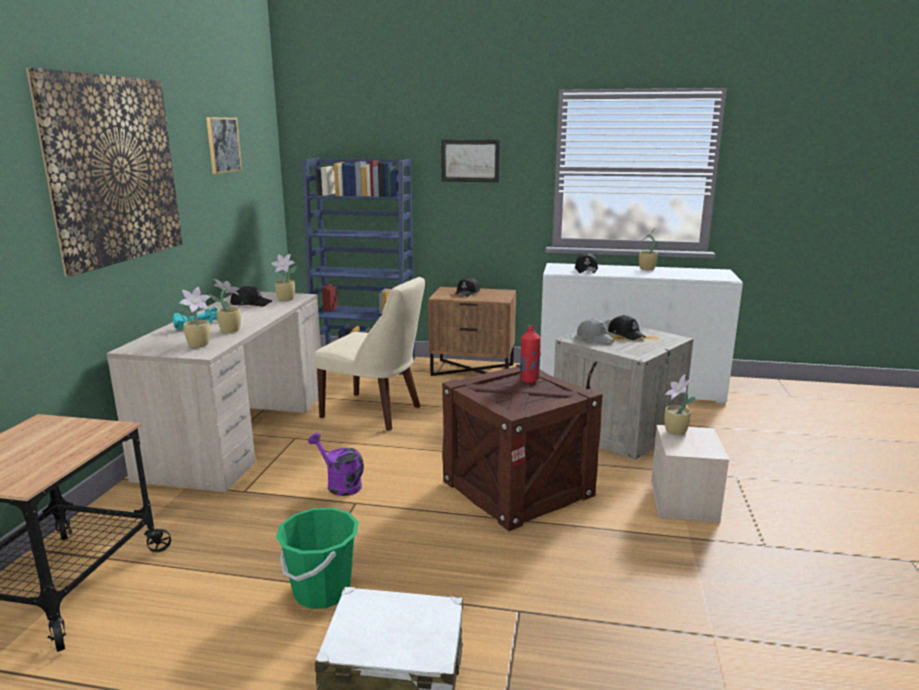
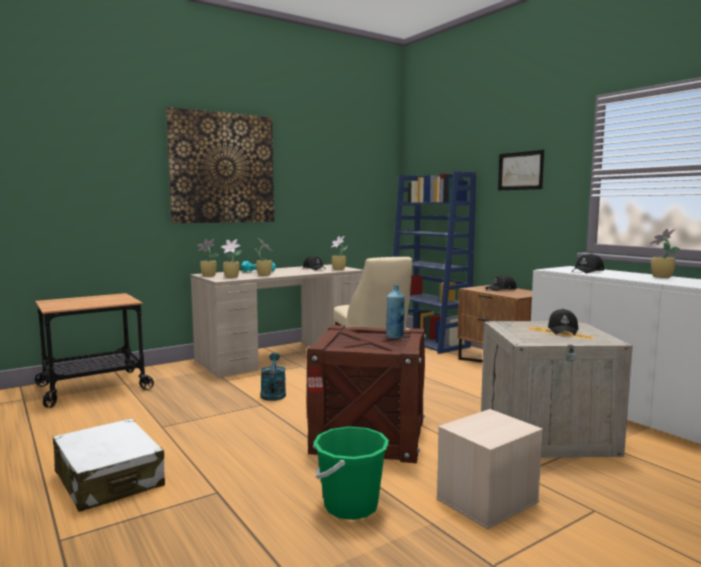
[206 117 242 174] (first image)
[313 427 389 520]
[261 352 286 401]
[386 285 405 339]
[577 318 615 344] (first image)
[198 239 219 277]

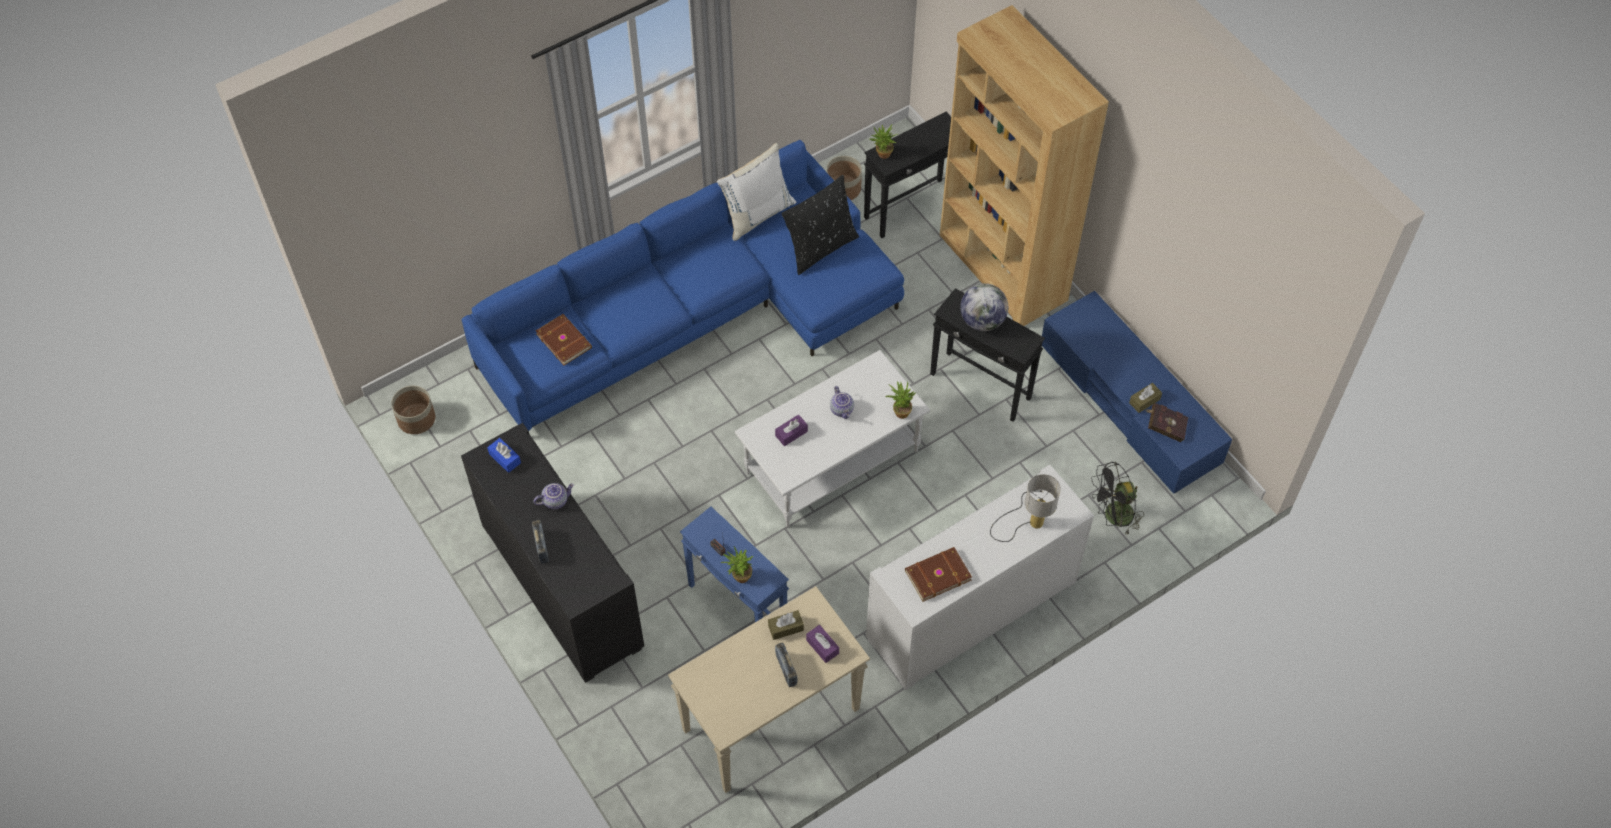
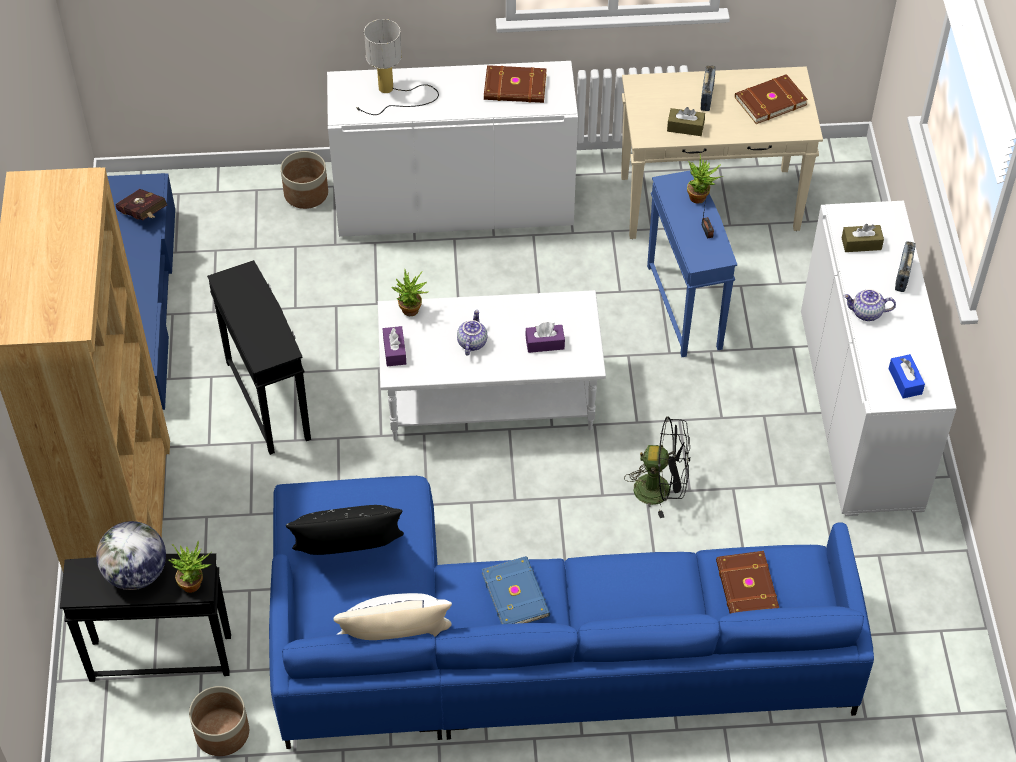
[281 151 328 209]
[801 201 957 516]
[383 326 406 367]
[96 521 166 590]
[624 416 690 518]
[842 224 884 252]
[482 556 550 624]
[735 74 808 124]

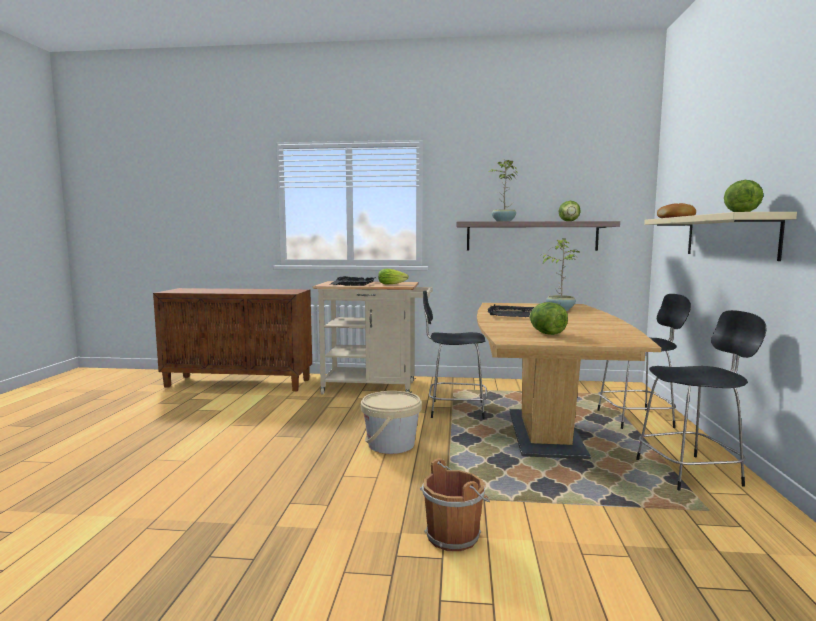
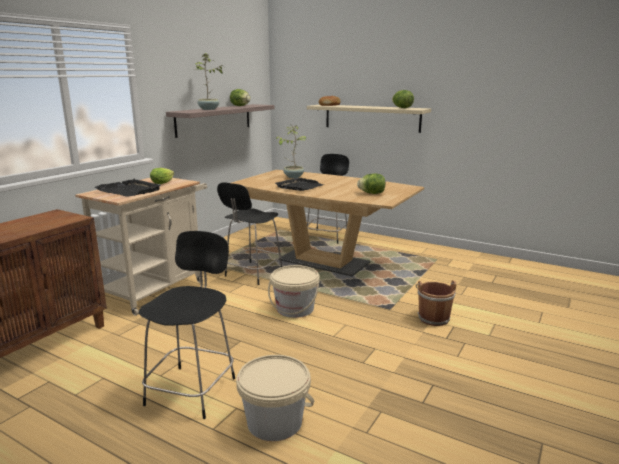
[139 231 235 419]
[236 355 314 441]

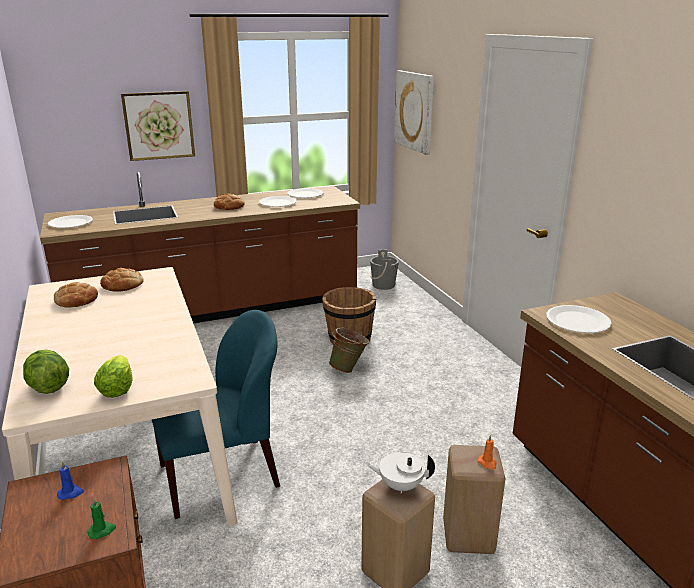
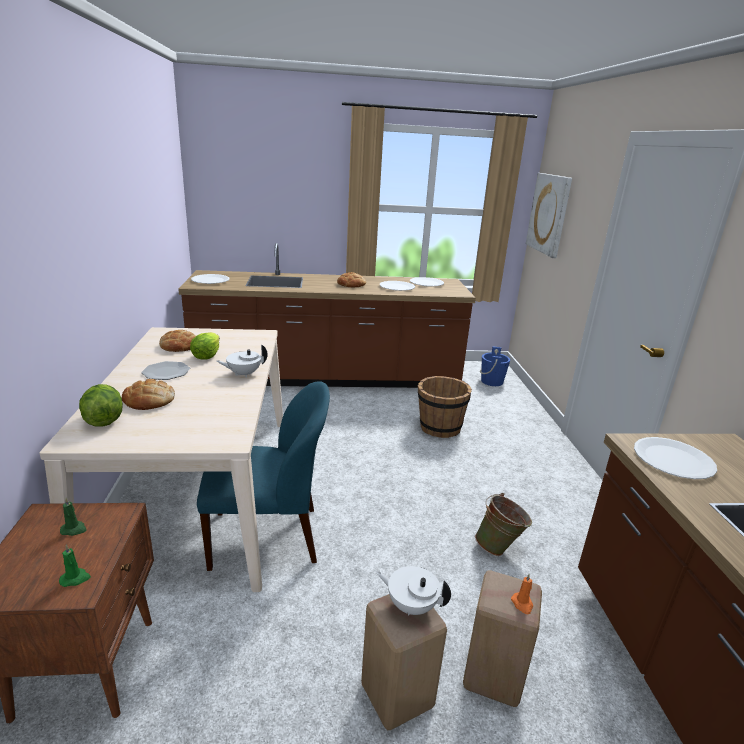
[60 498 87 536]
[190 332 220 360]
[122 379 175 410]
[121 91 195 161] (first image)
[475 493 532 556]
[480 347 510 386]
[141 361 190 380]
[217 344 268 378]

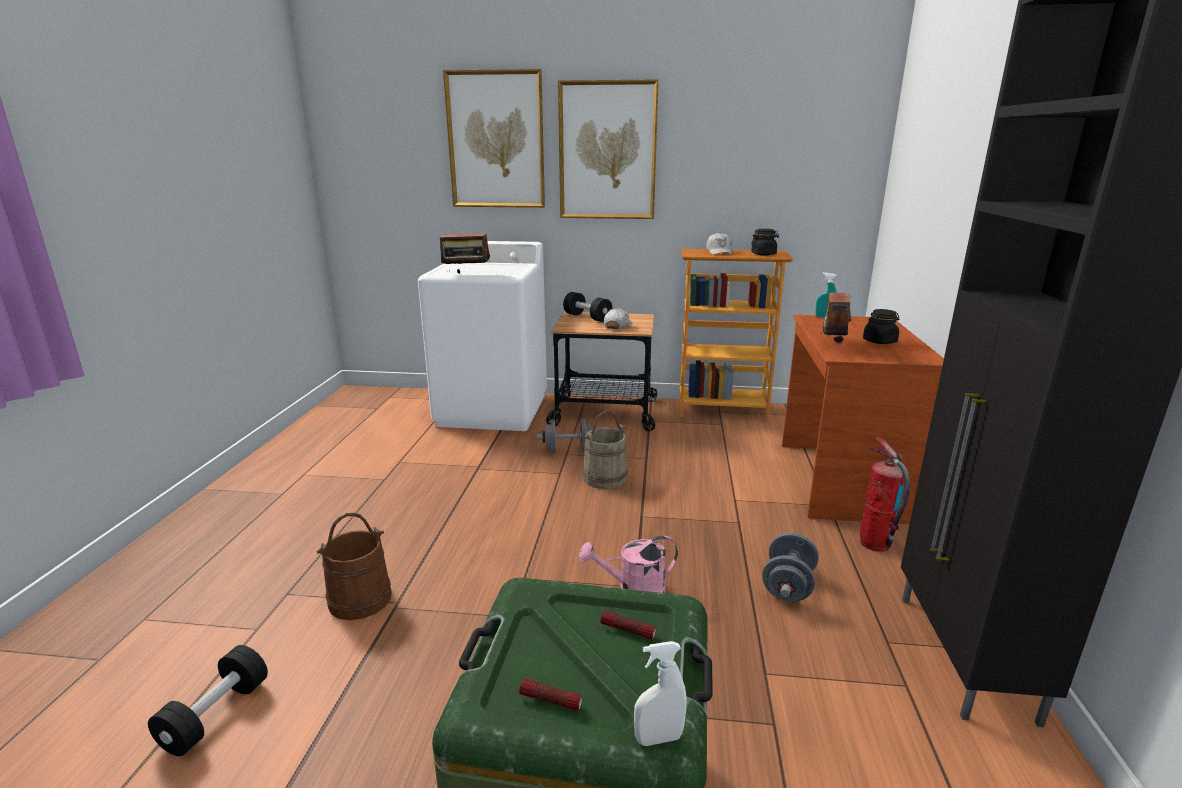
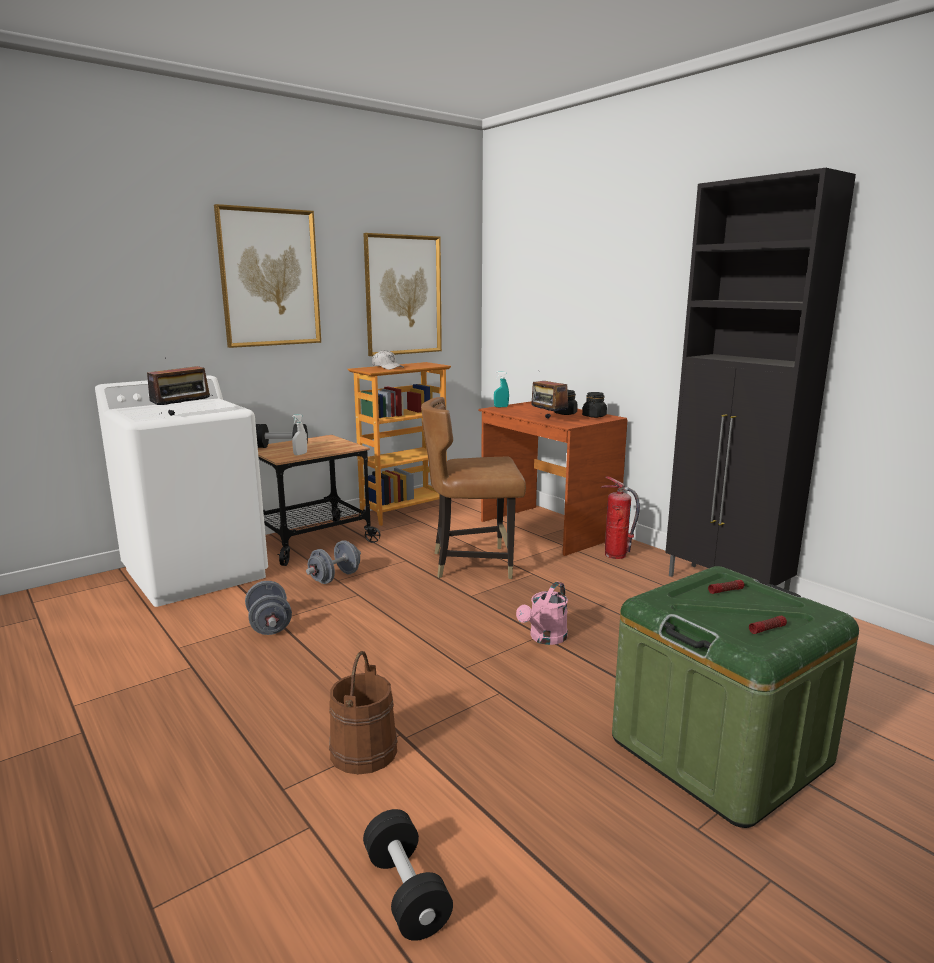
[363 233 442 356]
[583 411 628 489] (first image)
[604 308 632 329] (first image)
[292 414 307 455]
[582 392 607 418]
[245 581 292 635]
[421 397 526 579]

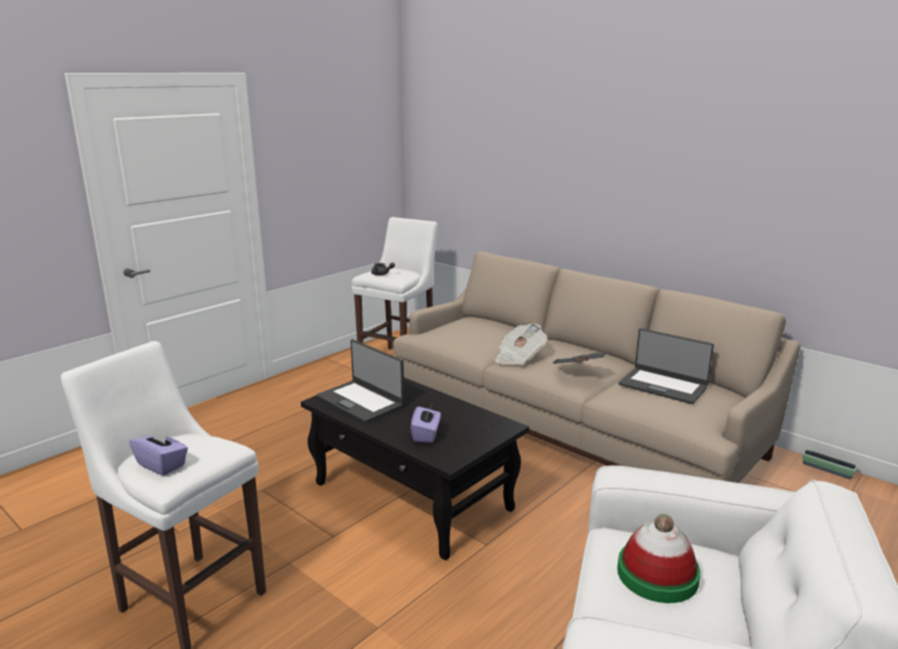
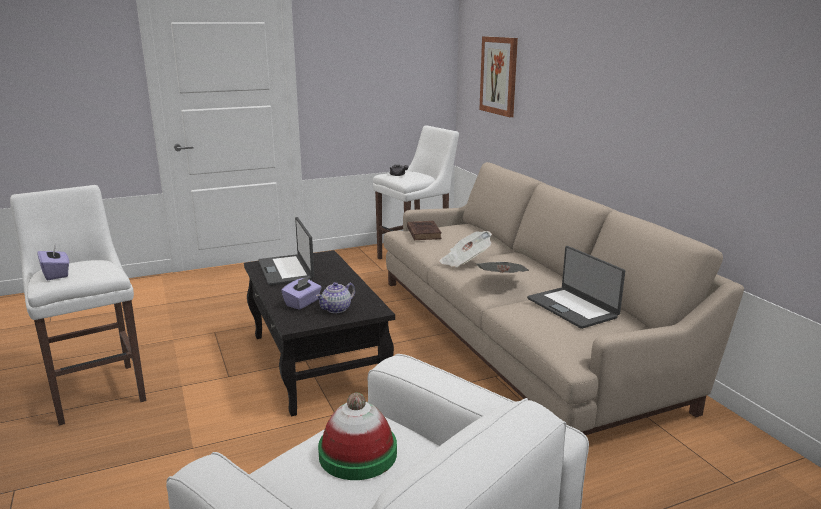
[802 449 858 479] (first image)
[316 282 355 313]
[407 221 442 240]
[479 36 518 117]

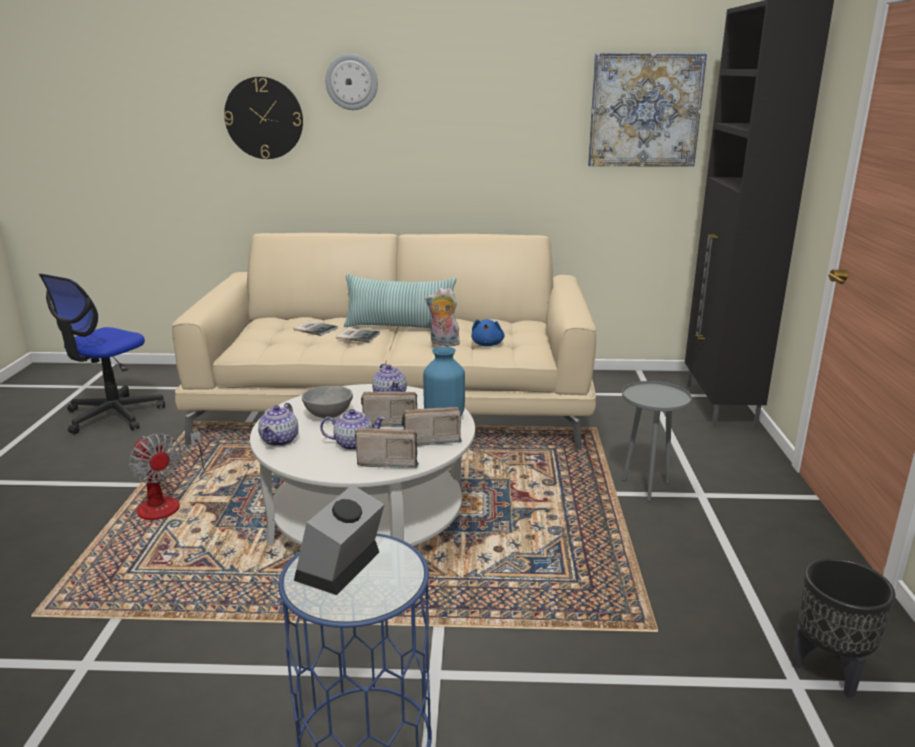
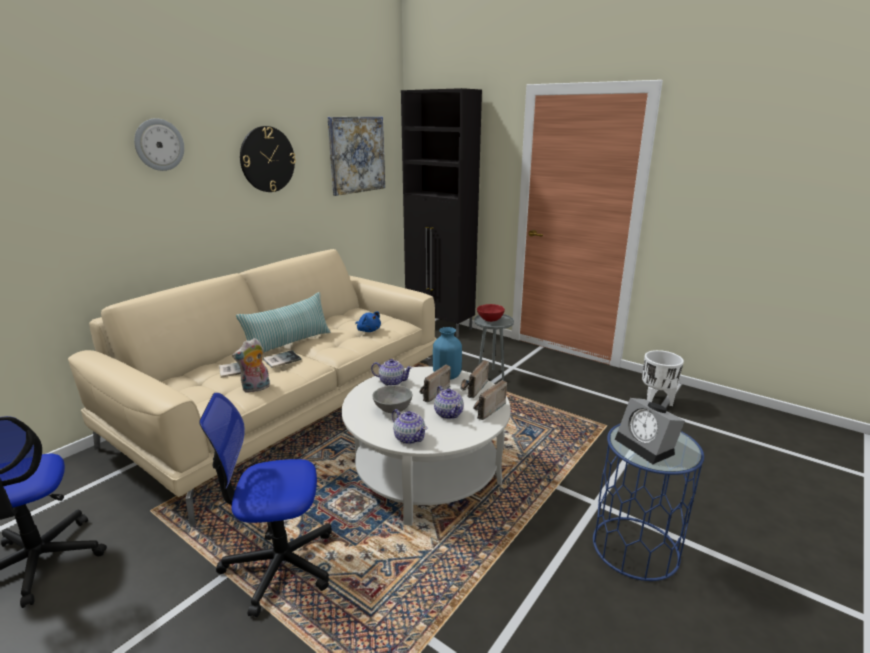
[199 393 332 617]
[240 126 296 192]
[434 386 463 419]
[232 338 270 393]
[642 350 684 406]
[477 304 505 322]

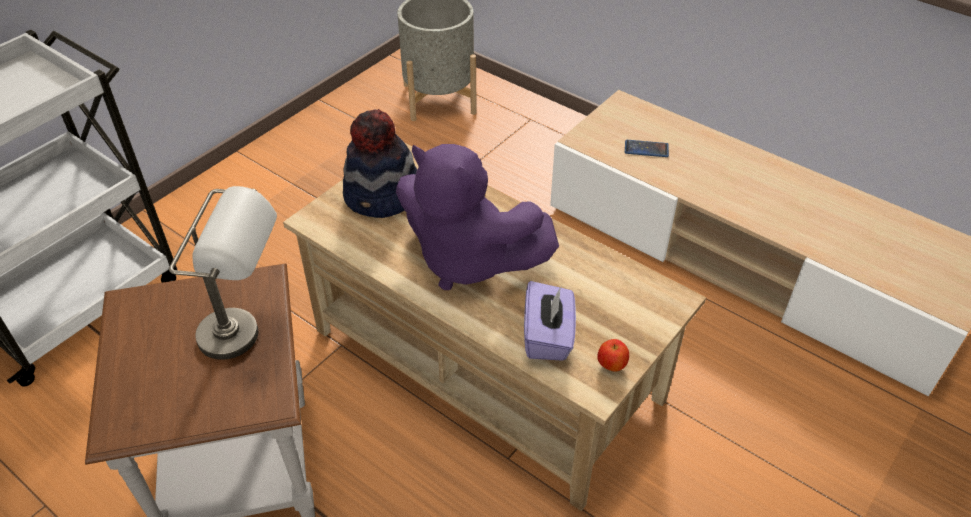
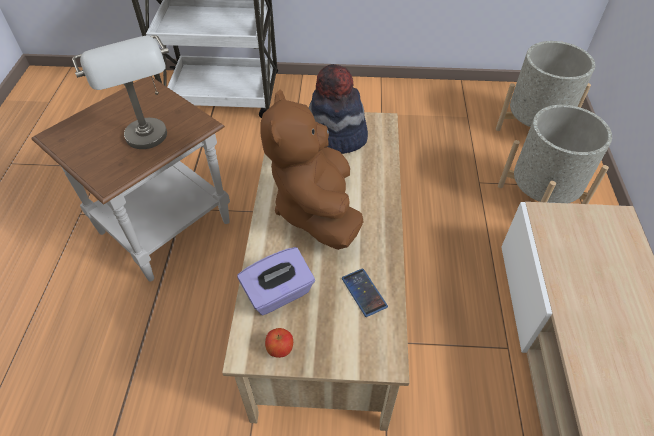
[261 90 364 250]
[342 269 388 317]
[498 105 612 204]

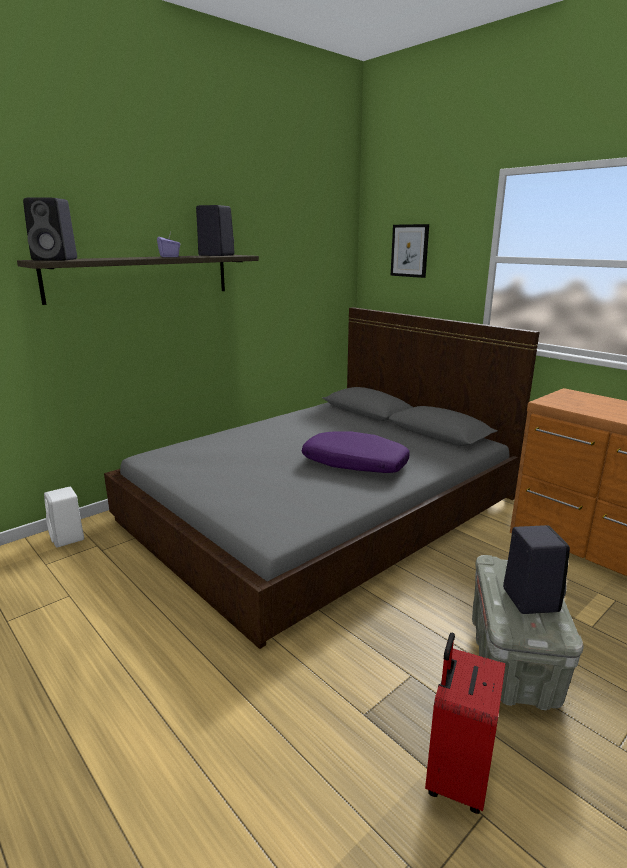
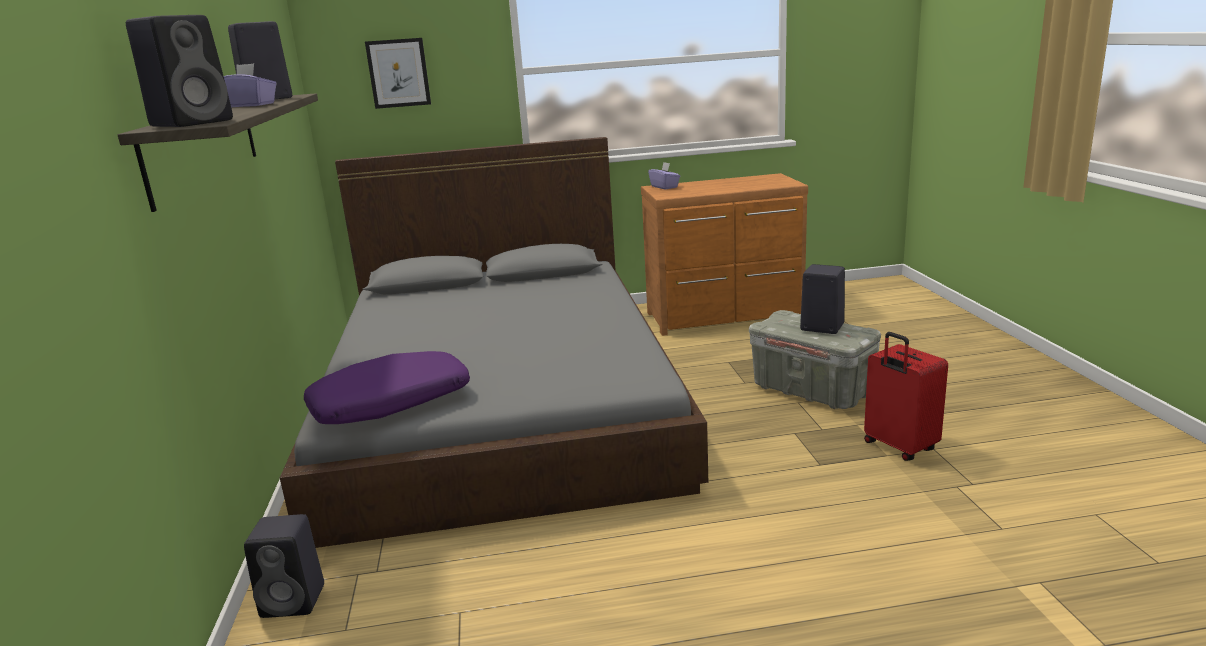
[244 514 324 618]
[304 351 470 424]
[648 162 680 190]

